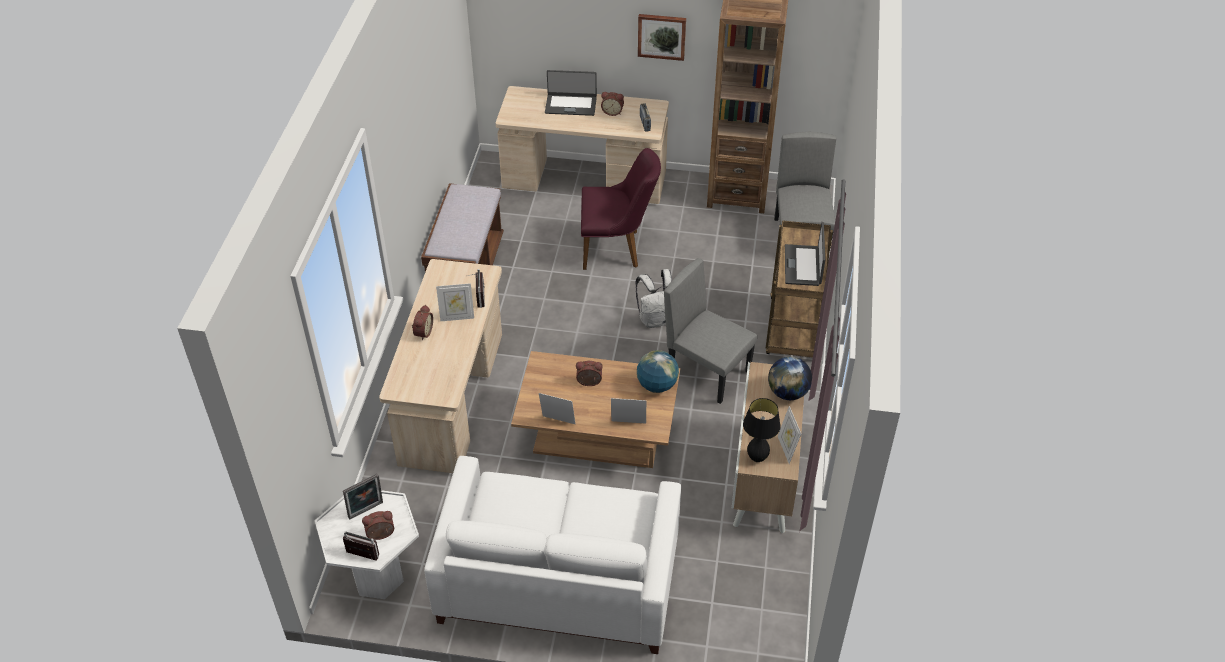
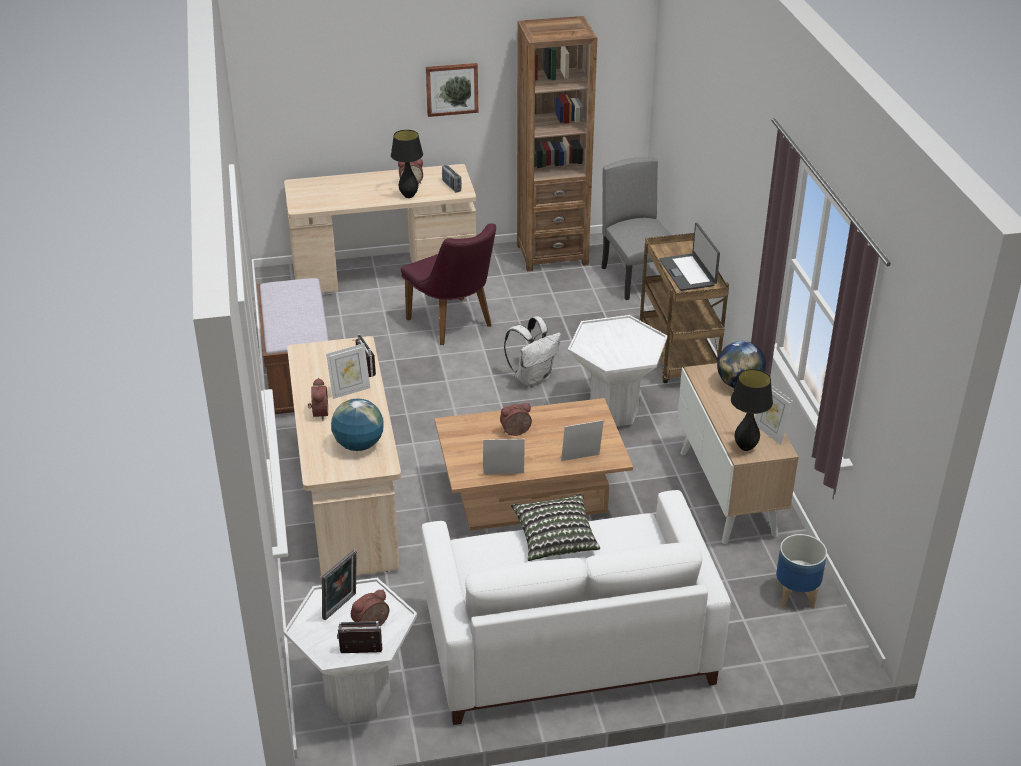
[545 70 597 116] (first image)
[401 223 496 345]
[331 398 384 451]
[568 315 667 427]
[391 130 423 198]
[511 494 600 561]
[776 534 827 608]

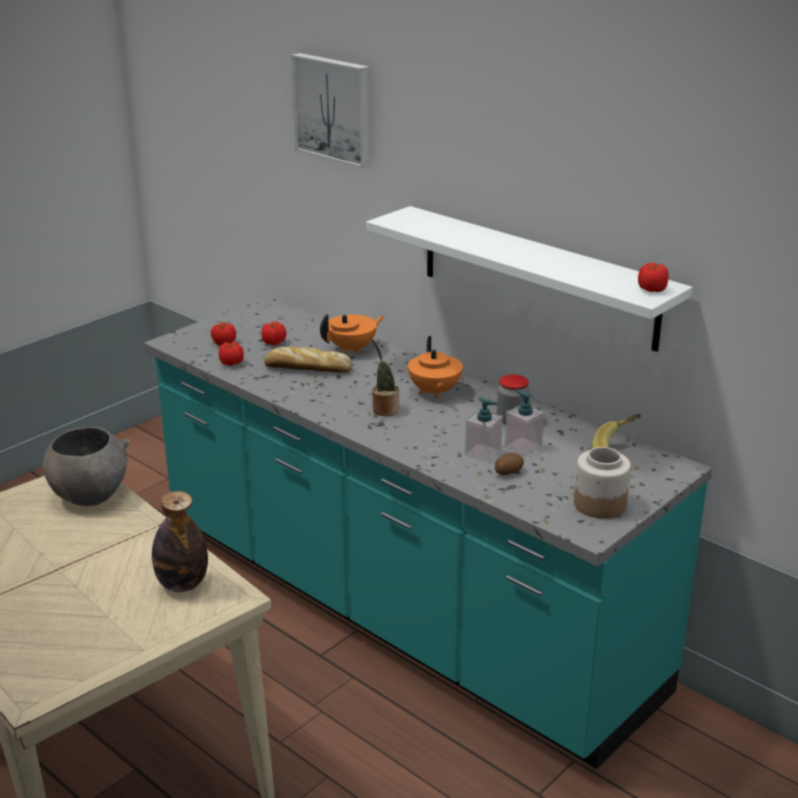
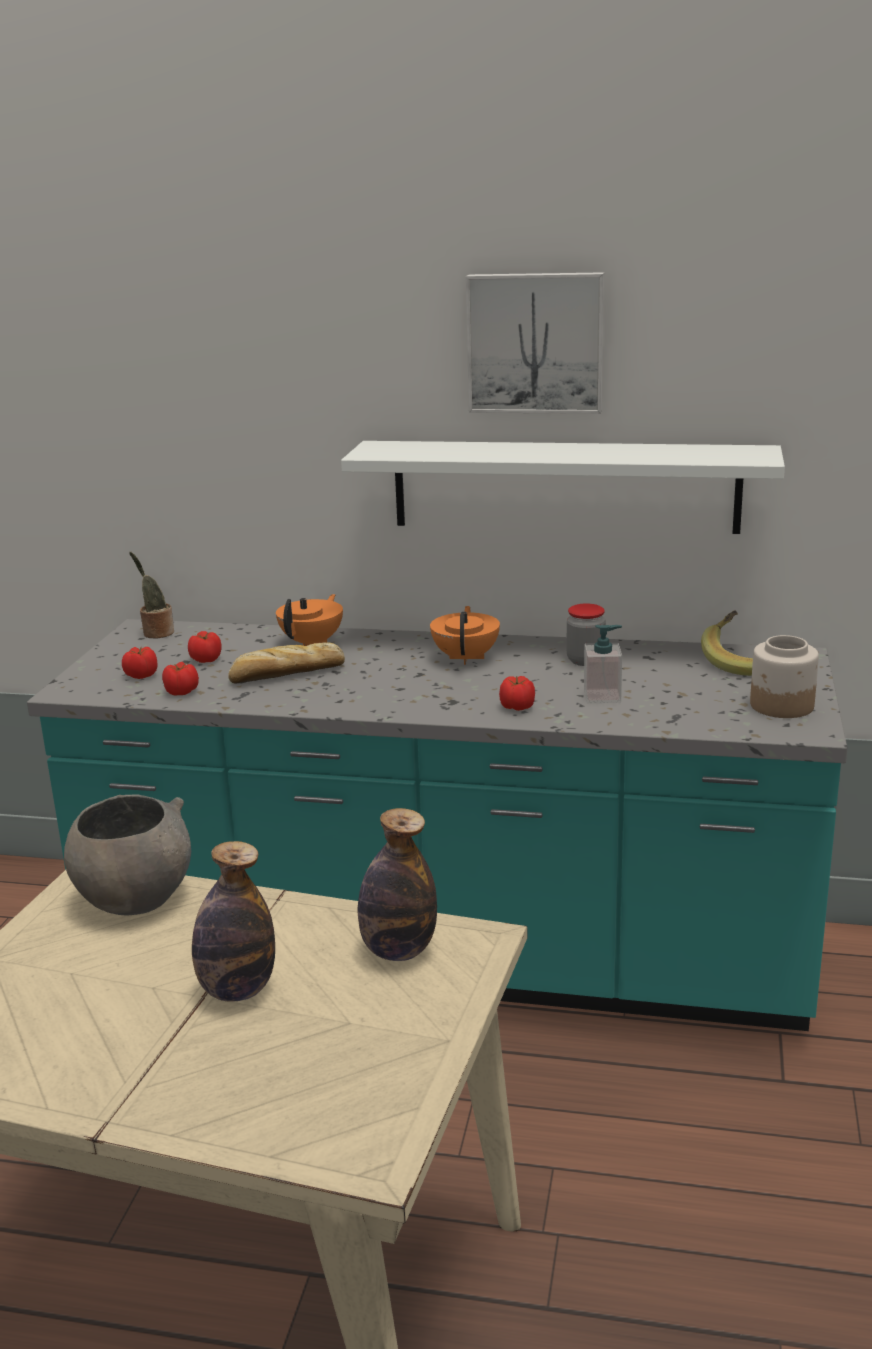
[466 272 604 414]
[129 552 174 639]
[430 606 500 665]
[495 453 524 475] (first image)
[505 389 545 456] (first image)
[499 676 535 711]
[192 841 275 1002]

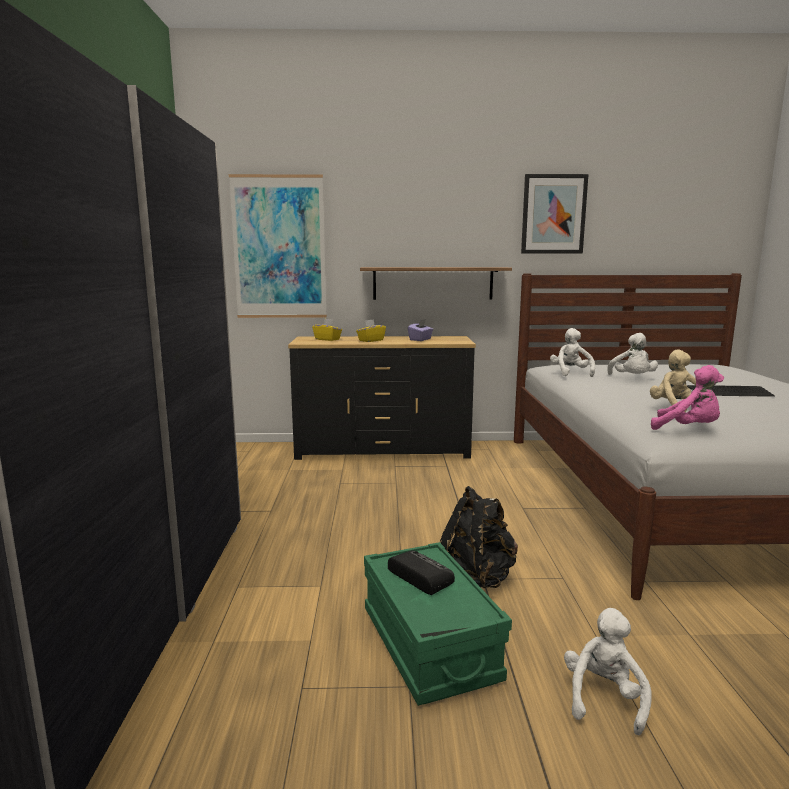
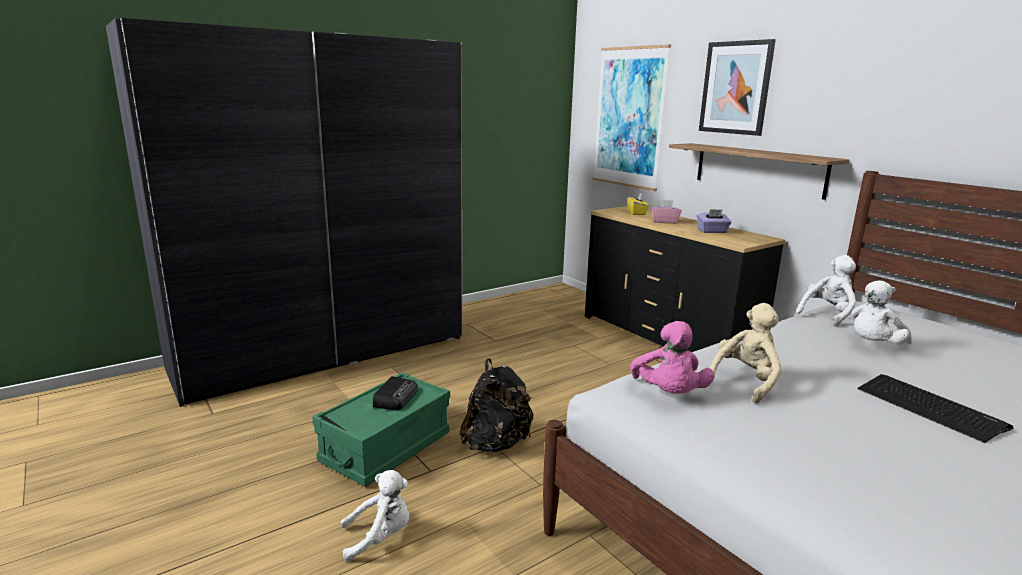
[652 200 681 224]
[699 39 776 136]

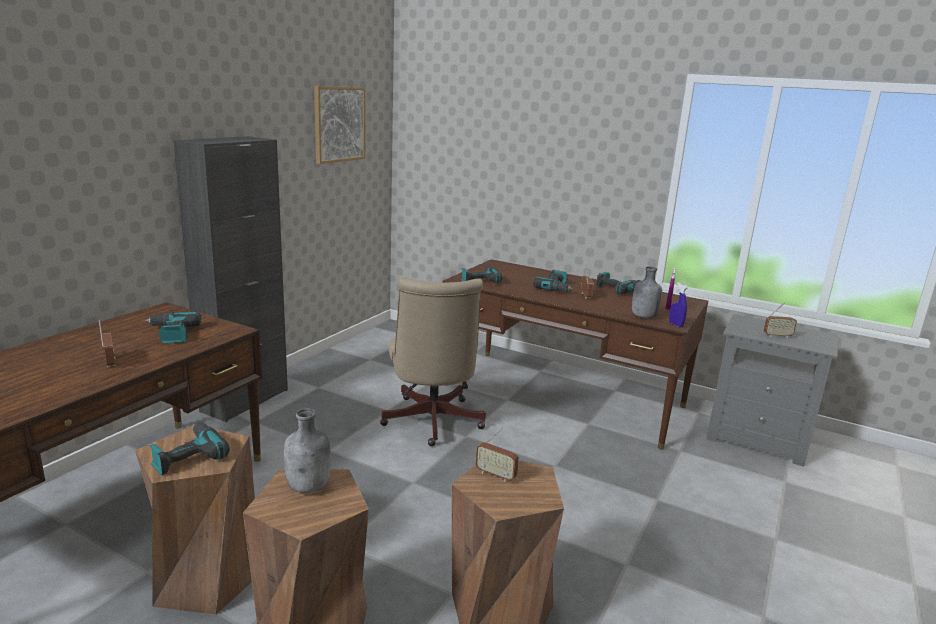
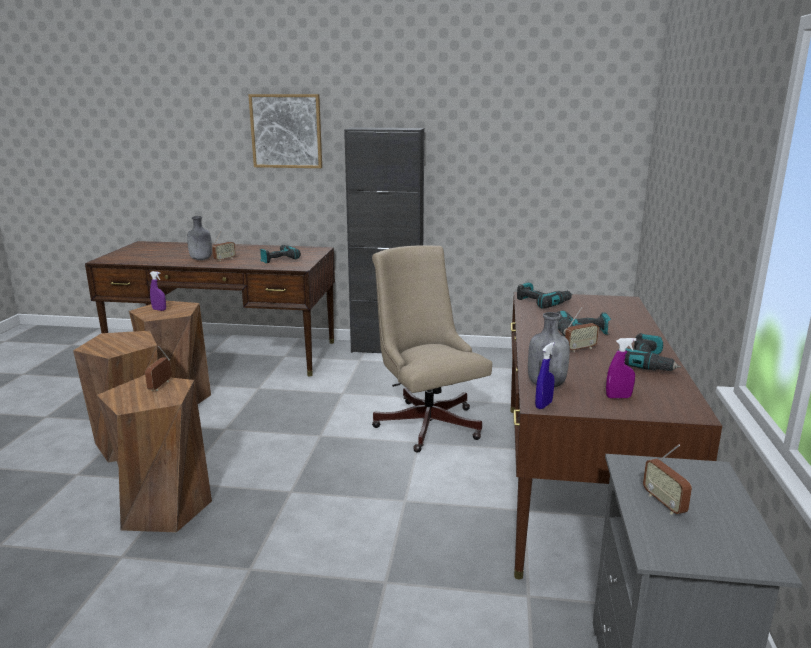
[150 271 166 311]
[187 216 212 260]
[248 94 322 168]
[372 245 492 453]

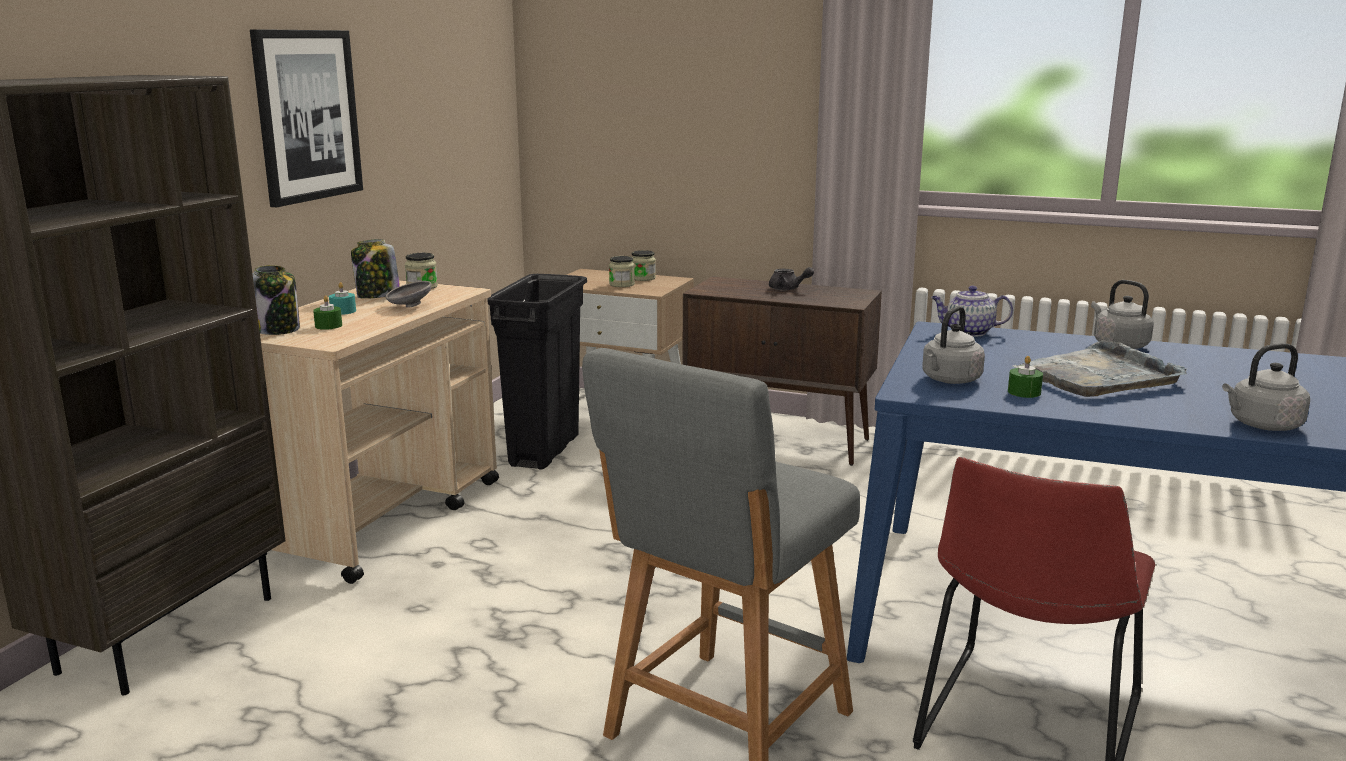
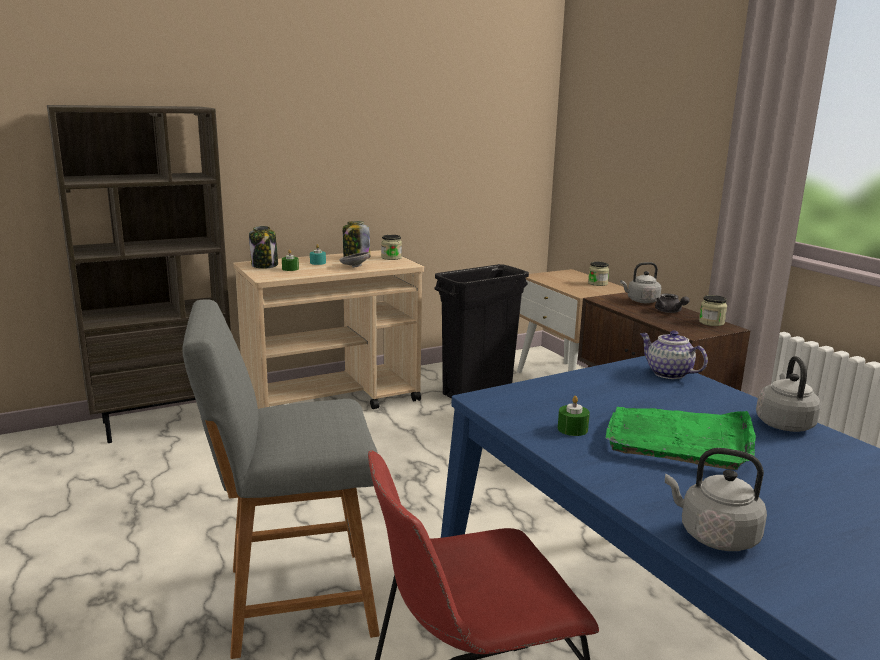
[250 29 363 207] (first image)
[699 295 727 326]
[620 262 661 303]
[606 407 756 470]

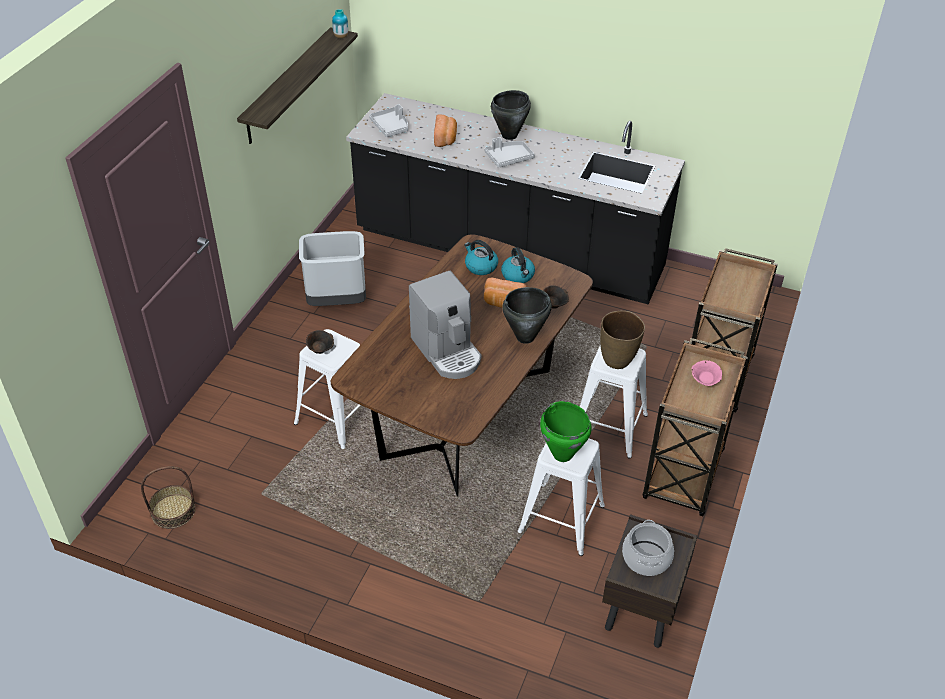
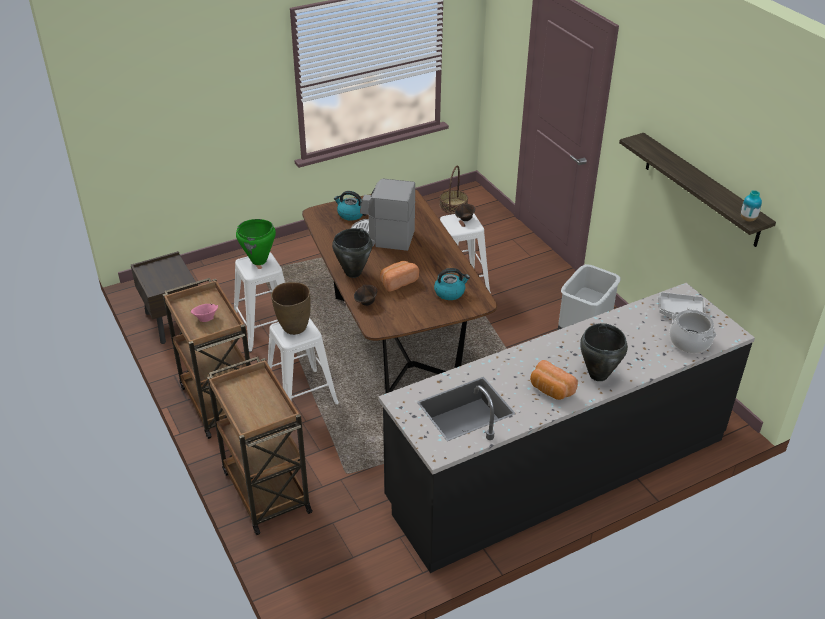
[530 360 578 400]
[485 137 535 168] (first image)
[334 191 363 221]
[669 310 716 353]

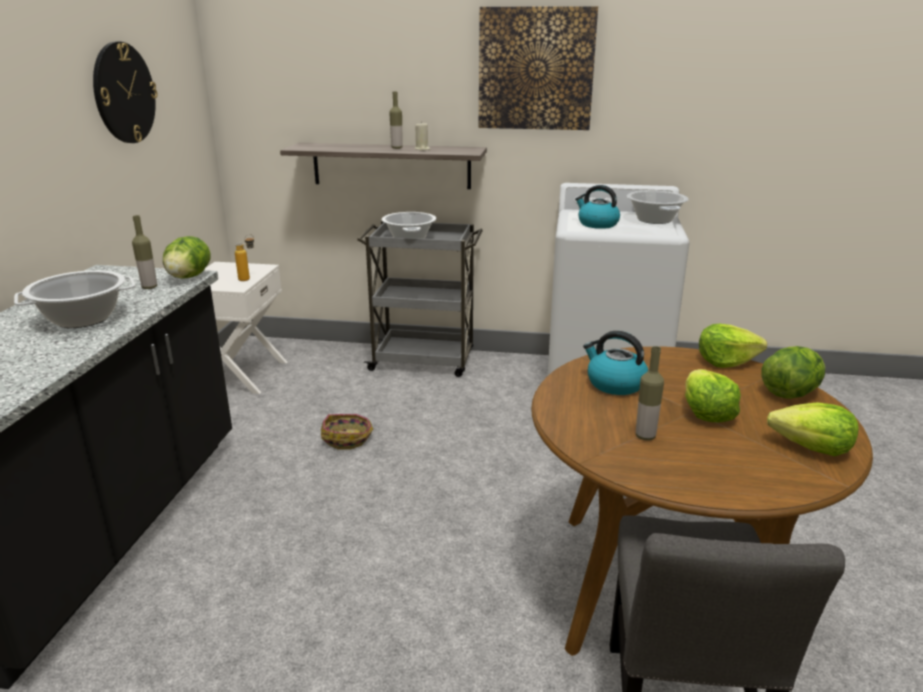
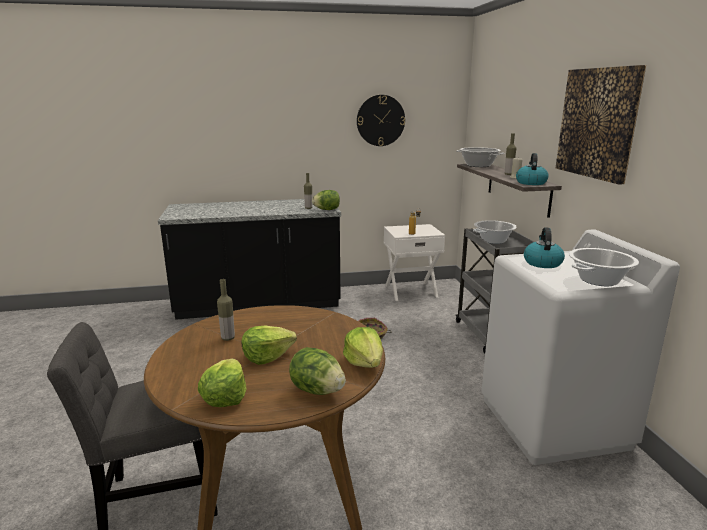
[456 147 505 167]
[516 153 549 185]

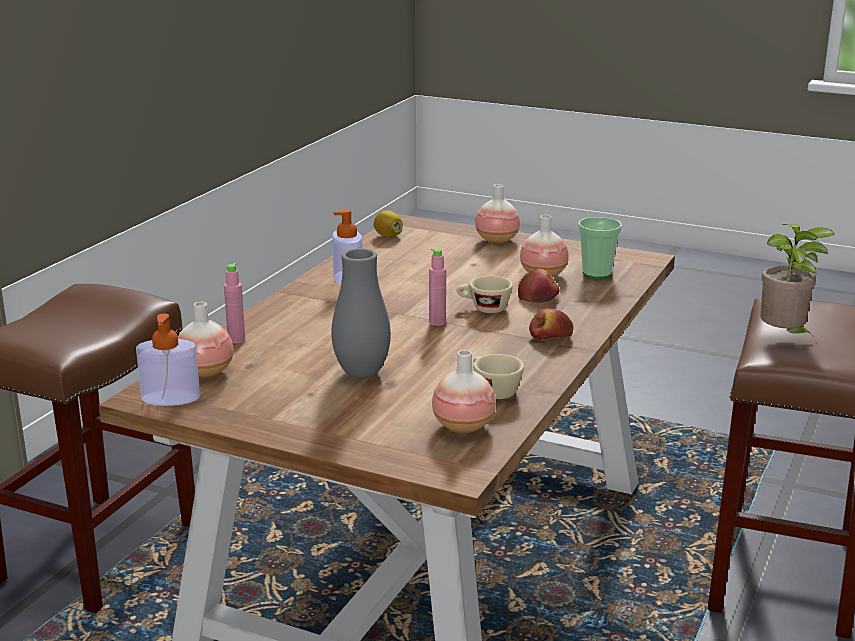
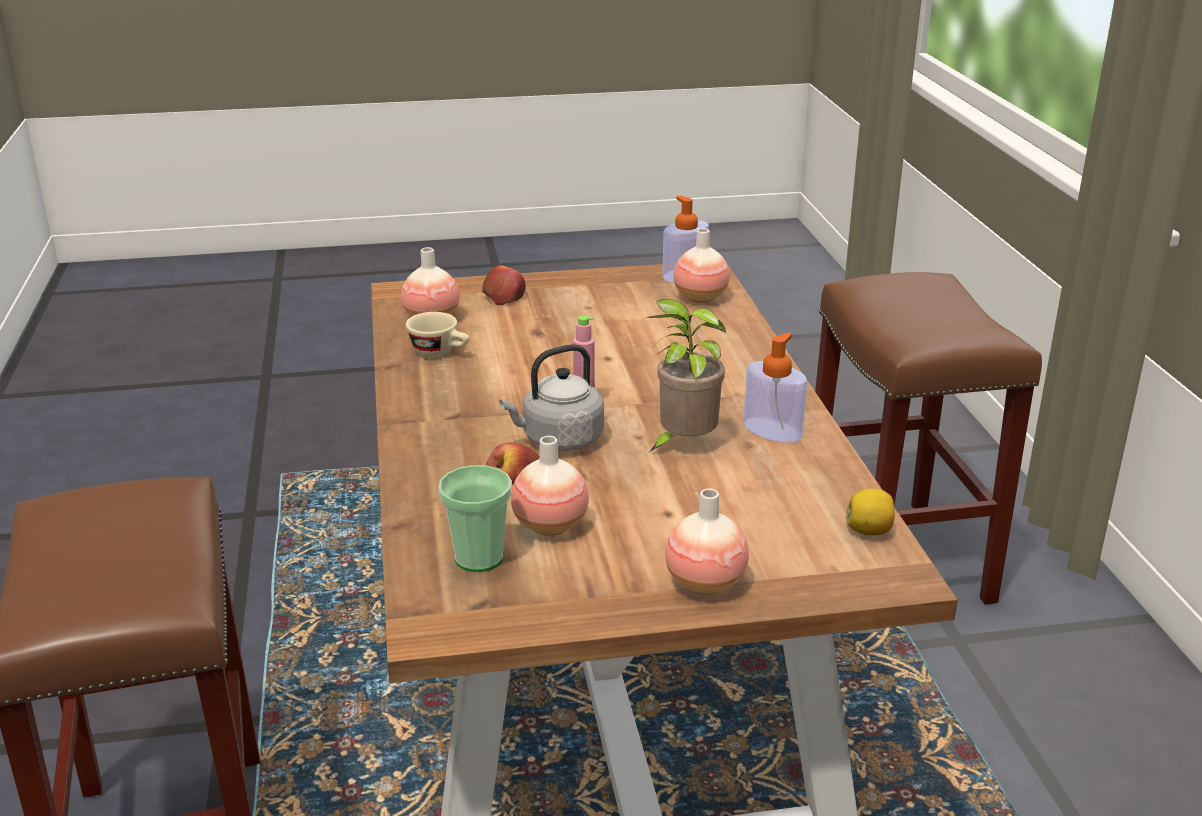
[224 263 245 343] (first image)
[331 248 391 378] (first image)
[499 344 604 451]
[482 266 526 305]
[646 299 726 451]

